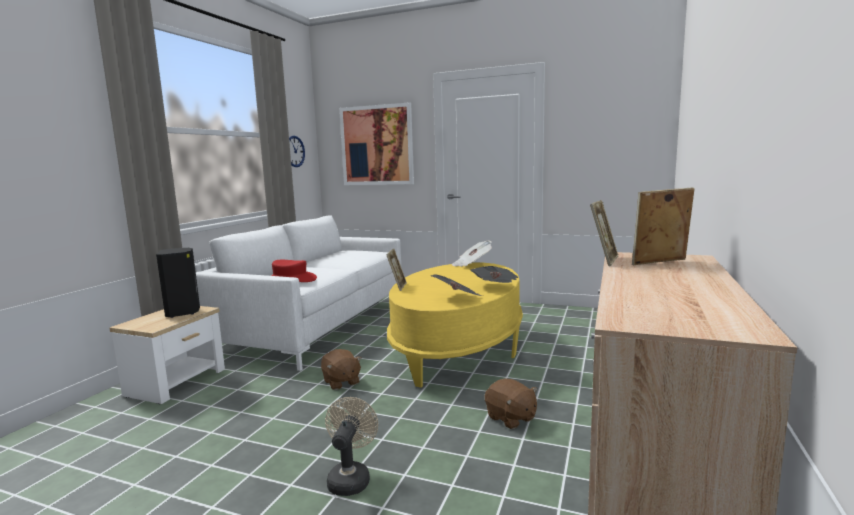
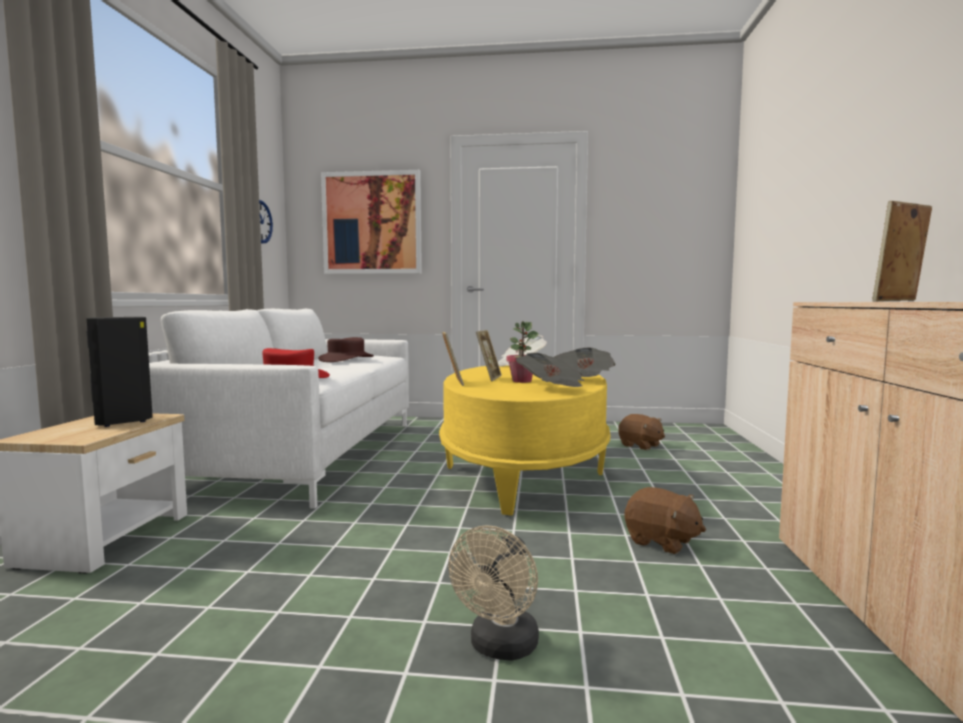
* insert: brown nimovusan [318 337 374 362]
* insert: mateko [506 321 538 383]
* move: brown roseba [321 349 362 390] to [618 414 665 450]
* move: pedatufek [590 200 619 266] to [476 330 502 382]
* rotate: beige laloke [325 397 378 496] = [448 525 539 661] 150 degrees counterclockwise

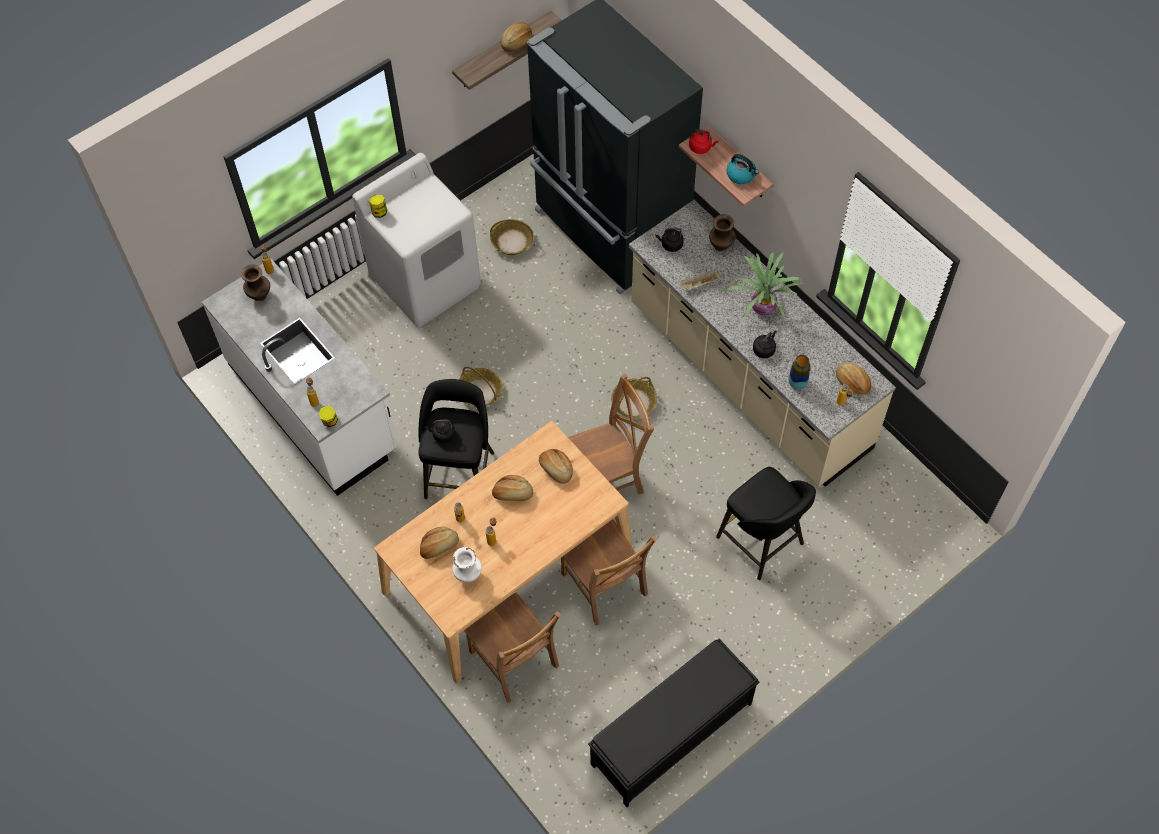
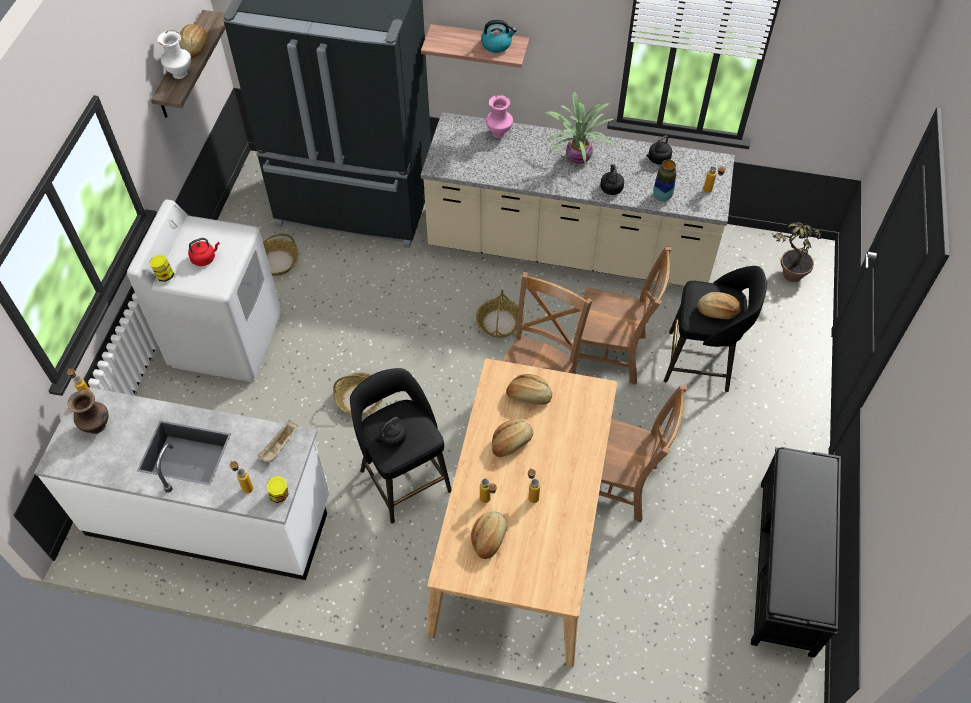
* insert: mateko [773 222 821 282]
* move: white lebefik [452 547 482 583] to [157 30 191 79]
* move: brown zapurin [464 593 562 703] to [574 247 672 385]
* move: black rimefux [656 228 684 252] to [646 135 672 165]
* move: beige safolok [681 271 721 290] to [257 420 298 463]
* move: red rimefux [689 129 718 154] to [188 238 220 266]
* move: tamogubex [836 362 871 394] to [697 292 741 319]
* recolor: brown lebefik [709 214 736 251] to pink lebefik [486 95 513 138]

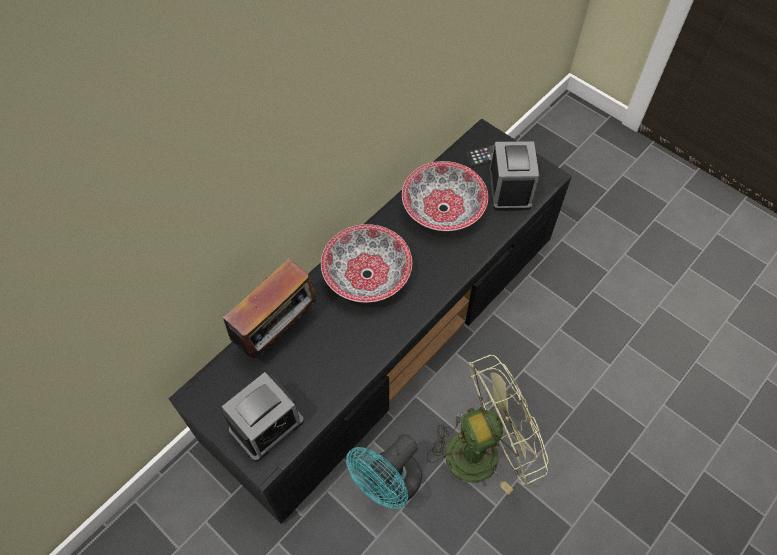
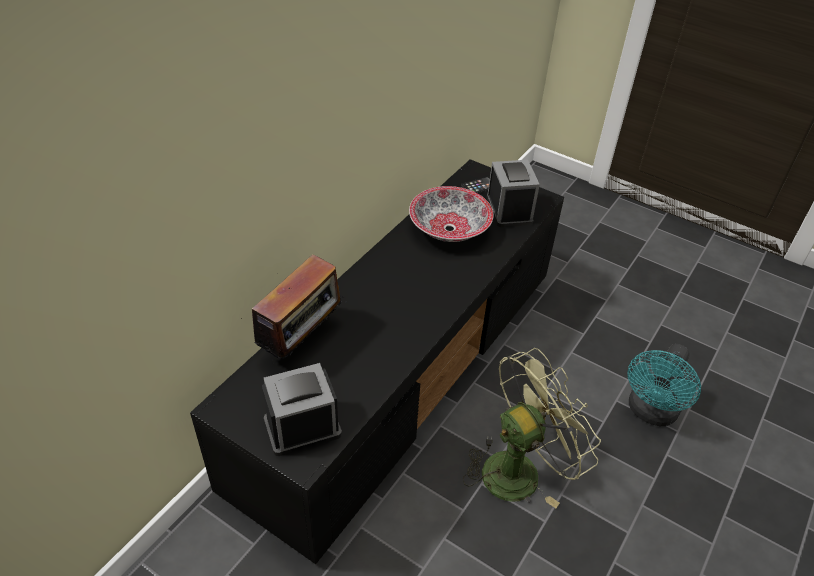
* delete: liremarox [321 224 412 303]
* move: turquoise laloke [346 434 422 509] to [627 344 701 426]
* rotate: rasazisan [222 372 304 462] = [262 363 342 456] 150 degrees counterclockwise

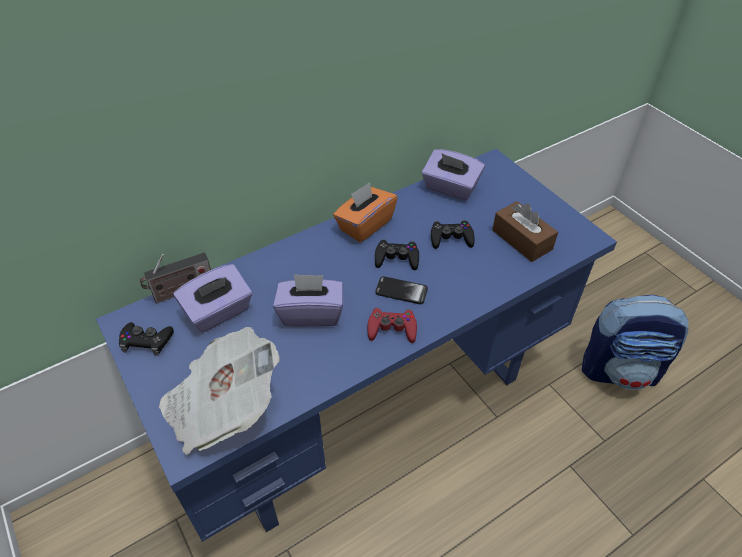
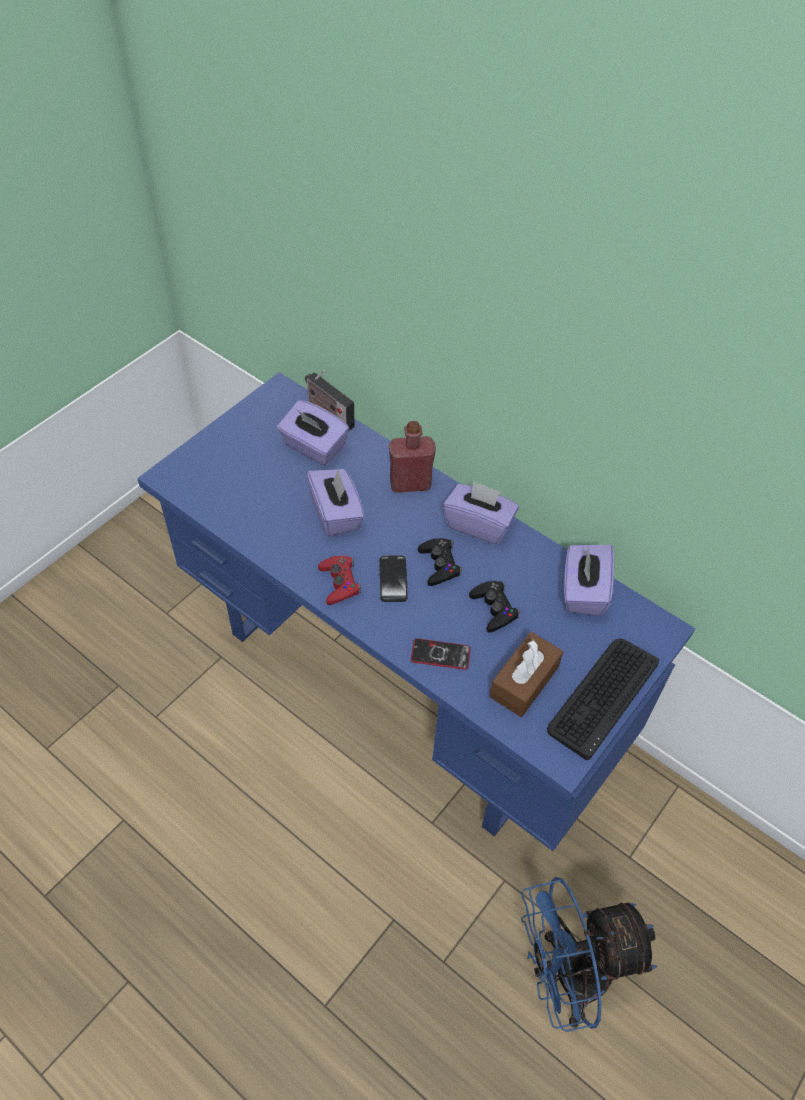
* delete: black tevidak [119 322 174 356]
* delete: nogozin [159 327 280 455]
* insert: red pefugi [389 421 436 493]
* insert: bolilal [411 638 471 670]
* insert: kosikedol [547 638 659 760]
* replace: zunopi [582 295 689 390] to blue laloke [521 877 657 1032]
* recolor: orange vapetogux [333 182 397 242] to purple vapetogux [443 481 519 545]

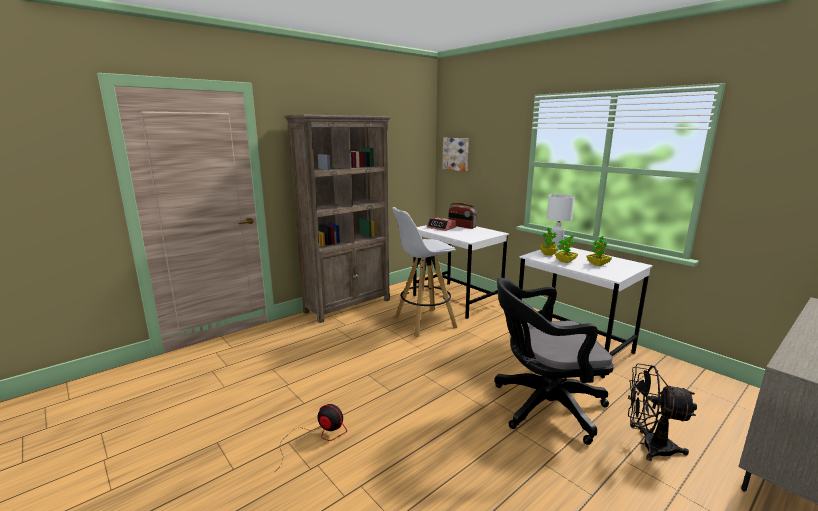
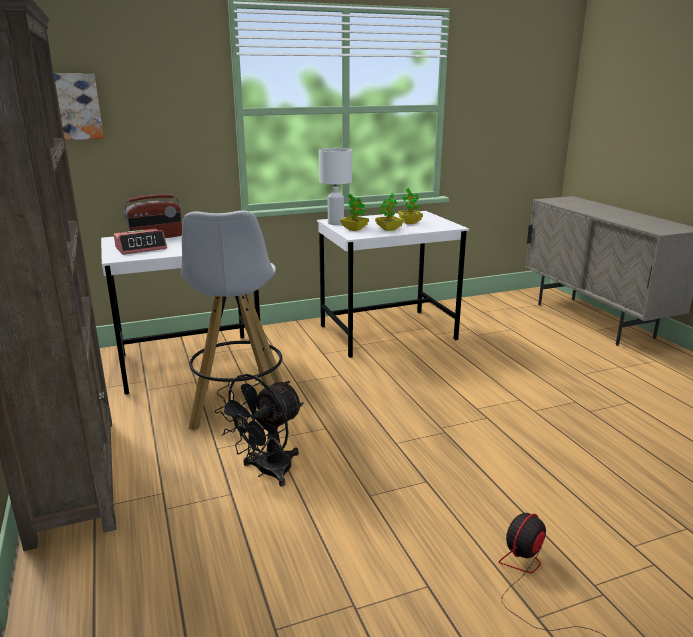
* delete: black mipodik [494 278 614 445]
* move: black laloke [628 364 697 461] to [215 374 304 487]

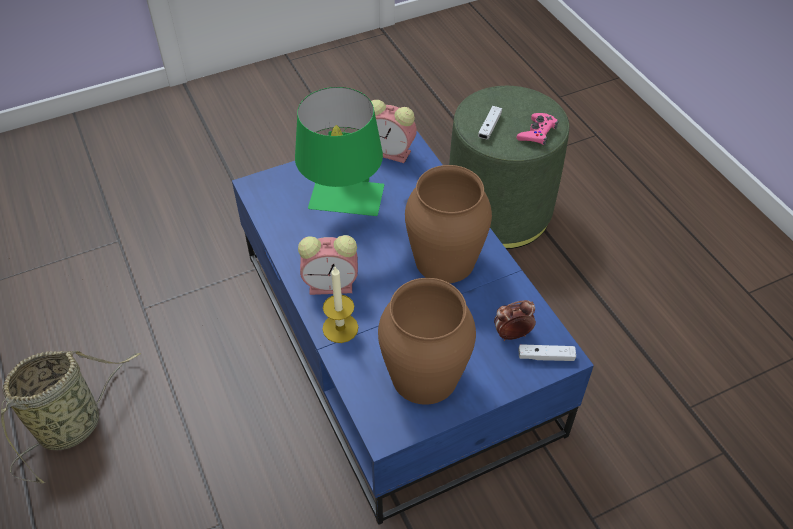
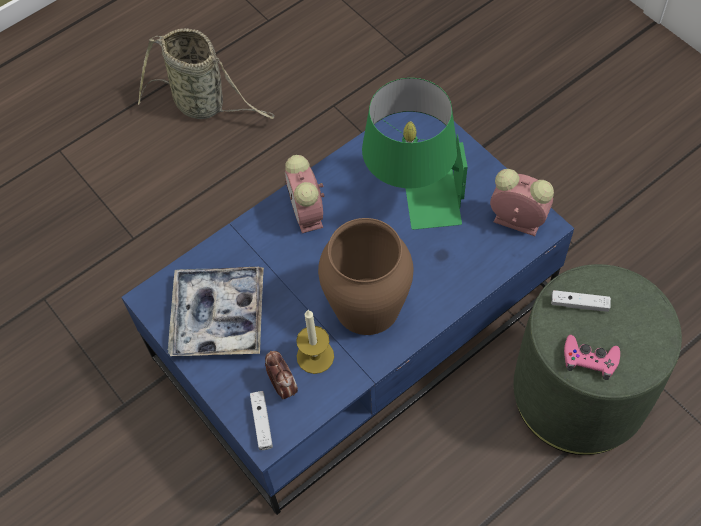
* move: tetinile [322 267 358 343] to [296 310 334 374]
* replace: brown lebefik [378 278 476 405] to safolok [168 267 264 356]
* rotate: rasazisan [371 100 417 163] = [490 169 554 236] 105 degrees clockwise

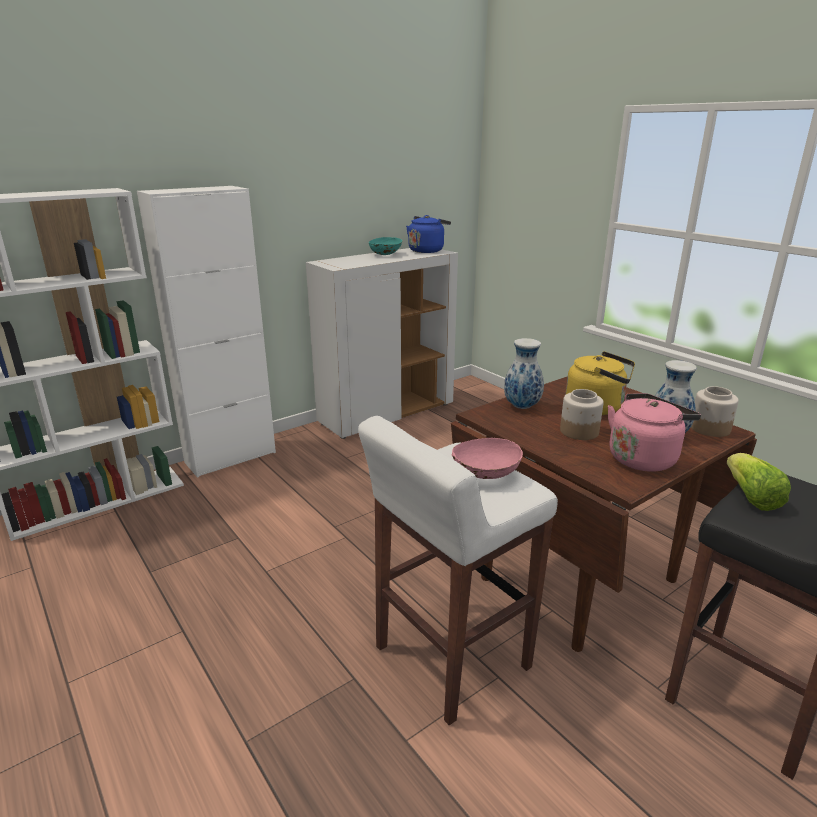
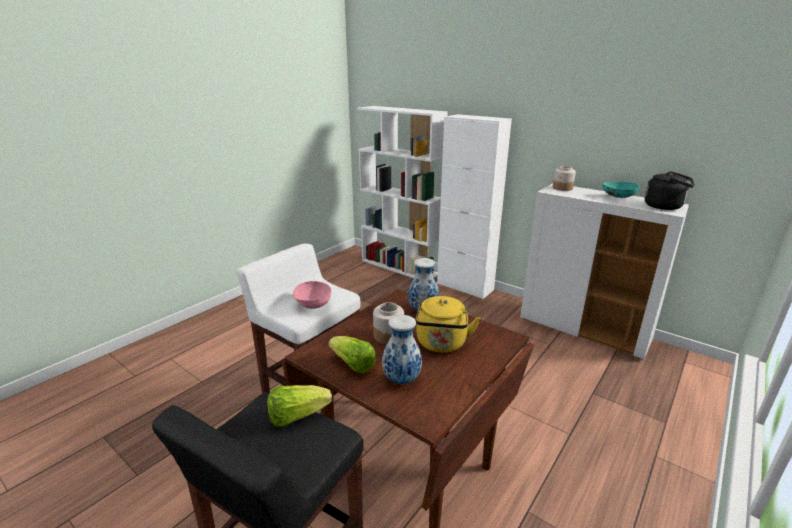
* move: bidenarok [691 386 739 437] to [553 166 576 191]
* replace: pink rimefux [608 393 701 472] to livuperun [328 336 376 374]
* recolor: blue rimefux [406 215 451 253] to black rimefux [644 171 695 210]

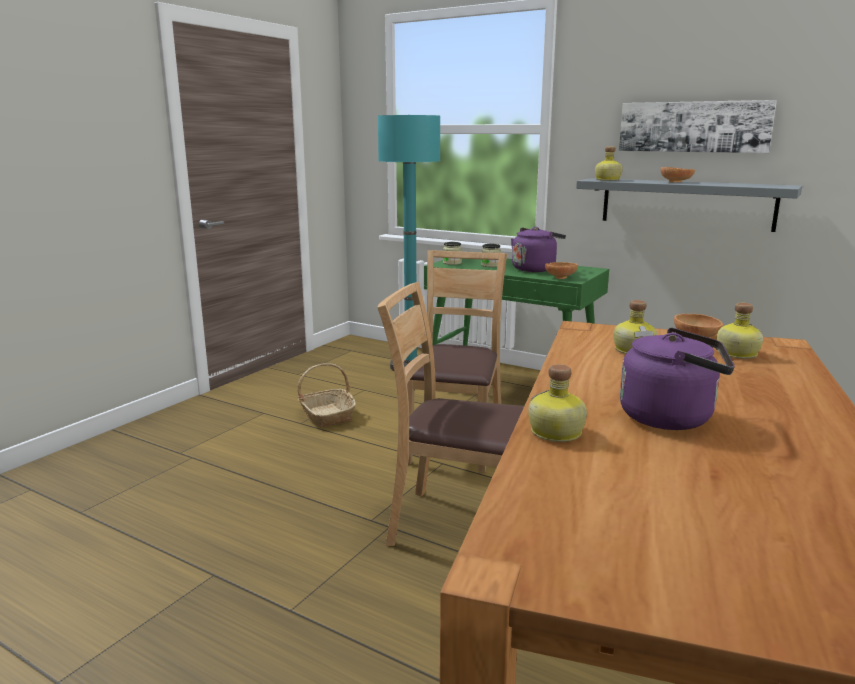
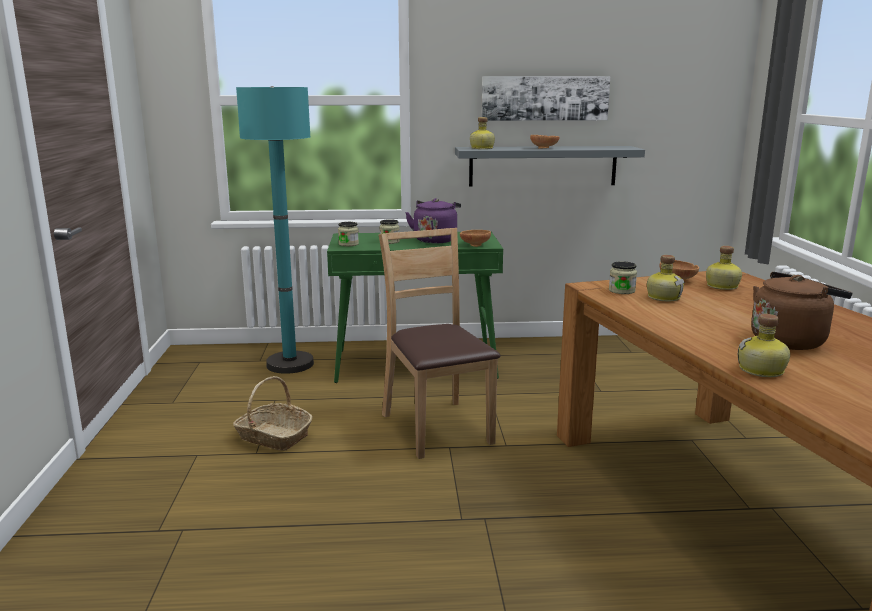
* delete: brown zapurin [377 282 524 546]
* insert: bidenarok [609 261 637 294]
* recolor: purple rimefux [620 328 735 430] to brown rimefux [751 272 852 350]

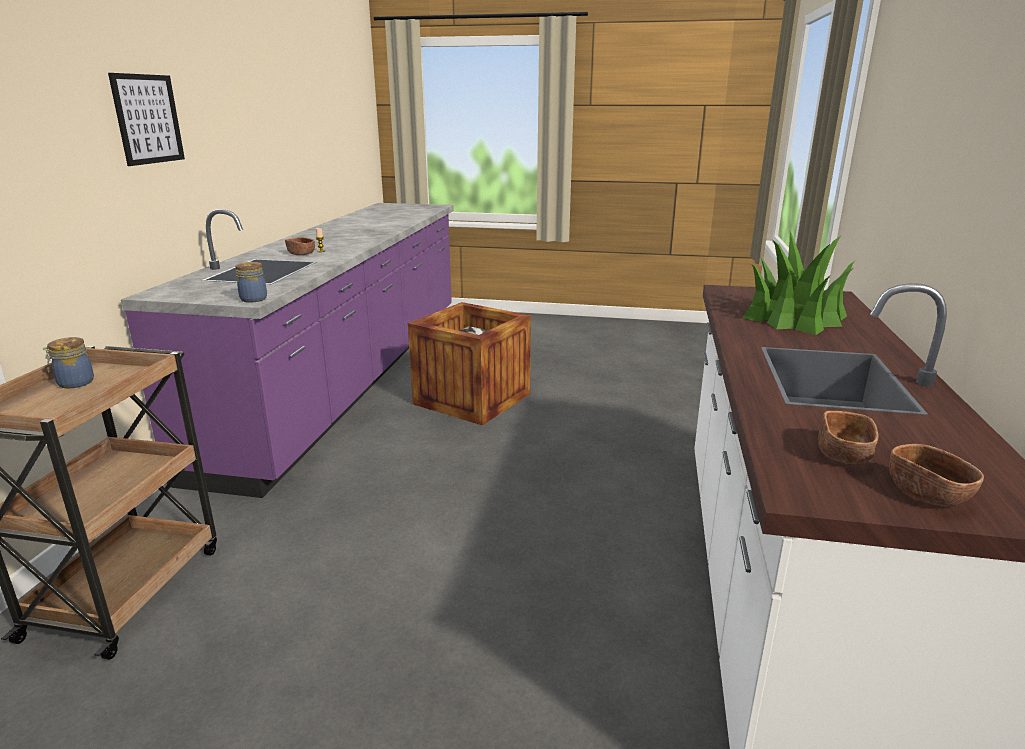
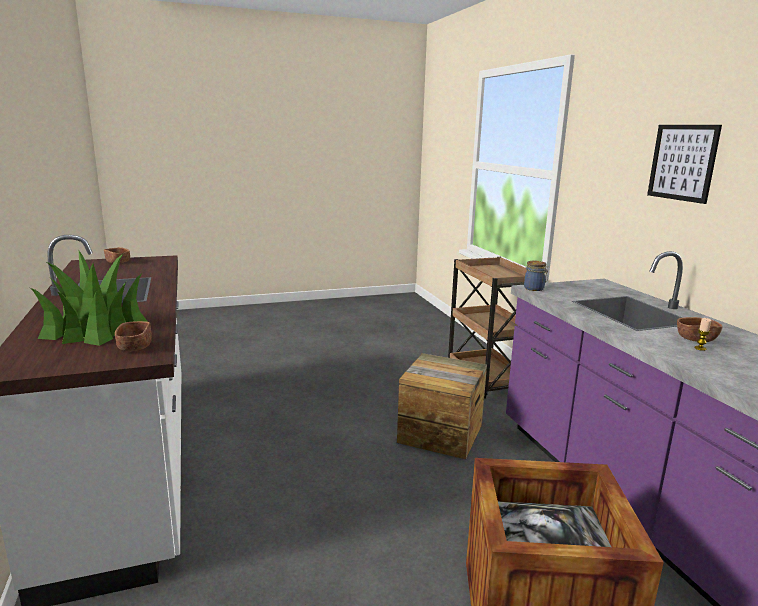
* delete: bidenarok [43 337 94 388]
* insert: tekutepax [397 353 487 459]
* move: brown liremarox [818 411 878 464] to [115 321 152 351]

